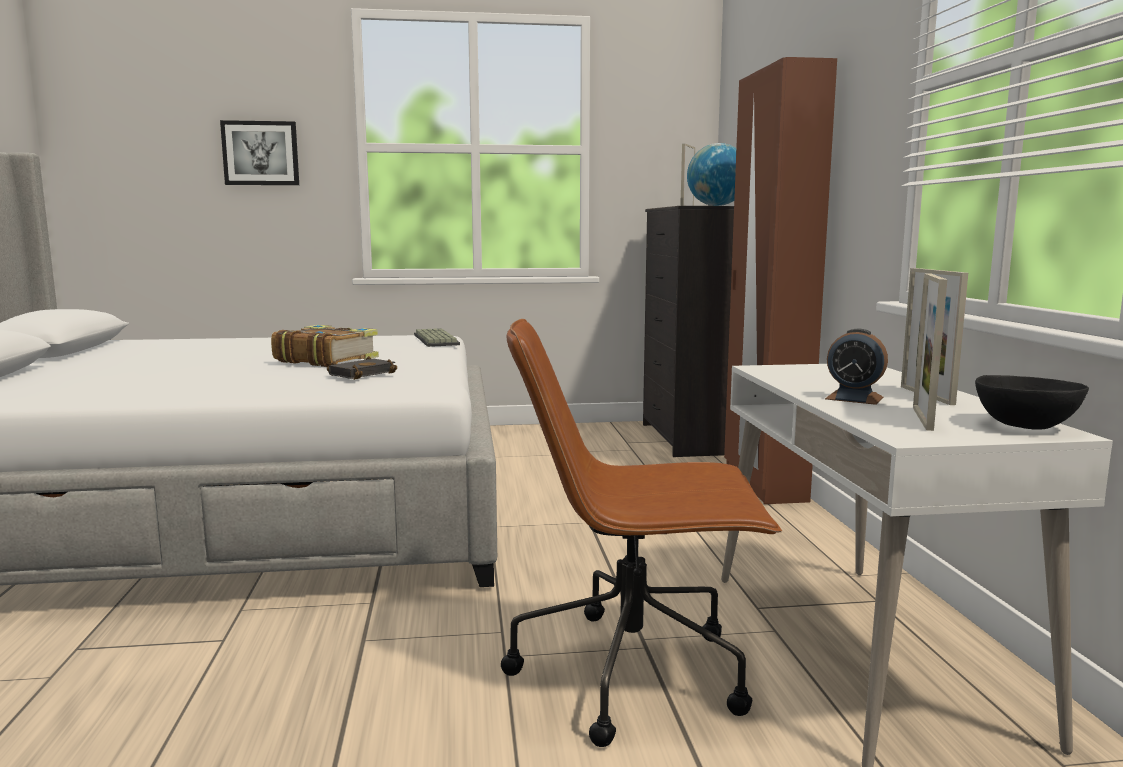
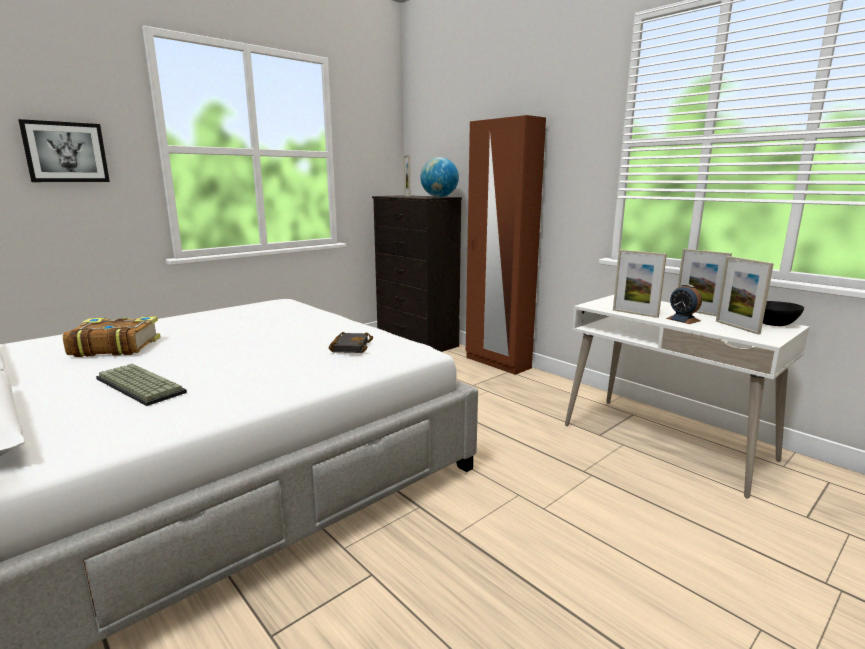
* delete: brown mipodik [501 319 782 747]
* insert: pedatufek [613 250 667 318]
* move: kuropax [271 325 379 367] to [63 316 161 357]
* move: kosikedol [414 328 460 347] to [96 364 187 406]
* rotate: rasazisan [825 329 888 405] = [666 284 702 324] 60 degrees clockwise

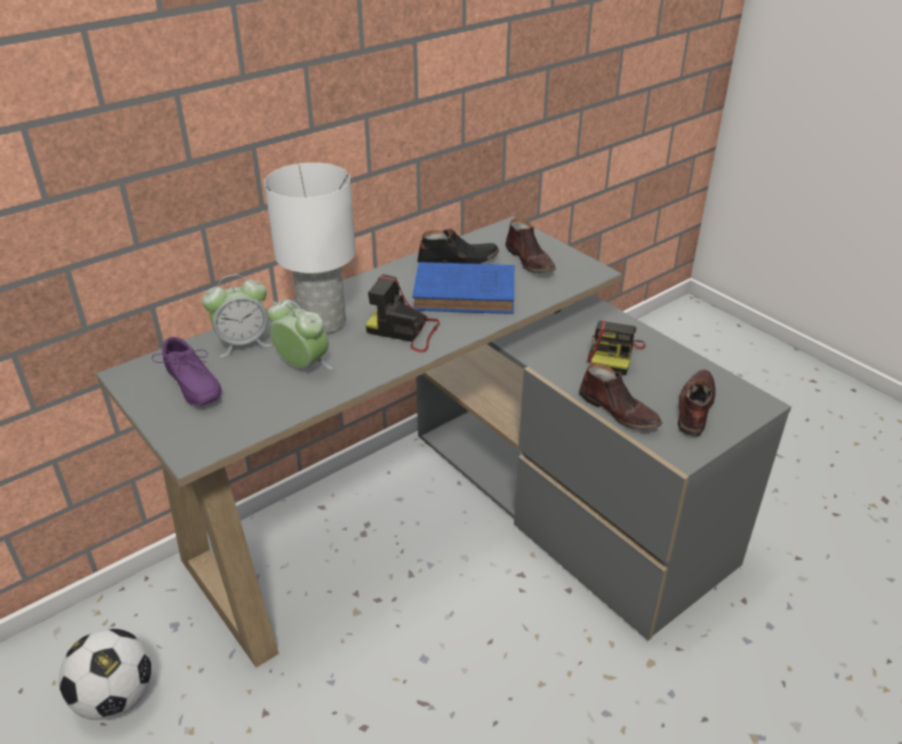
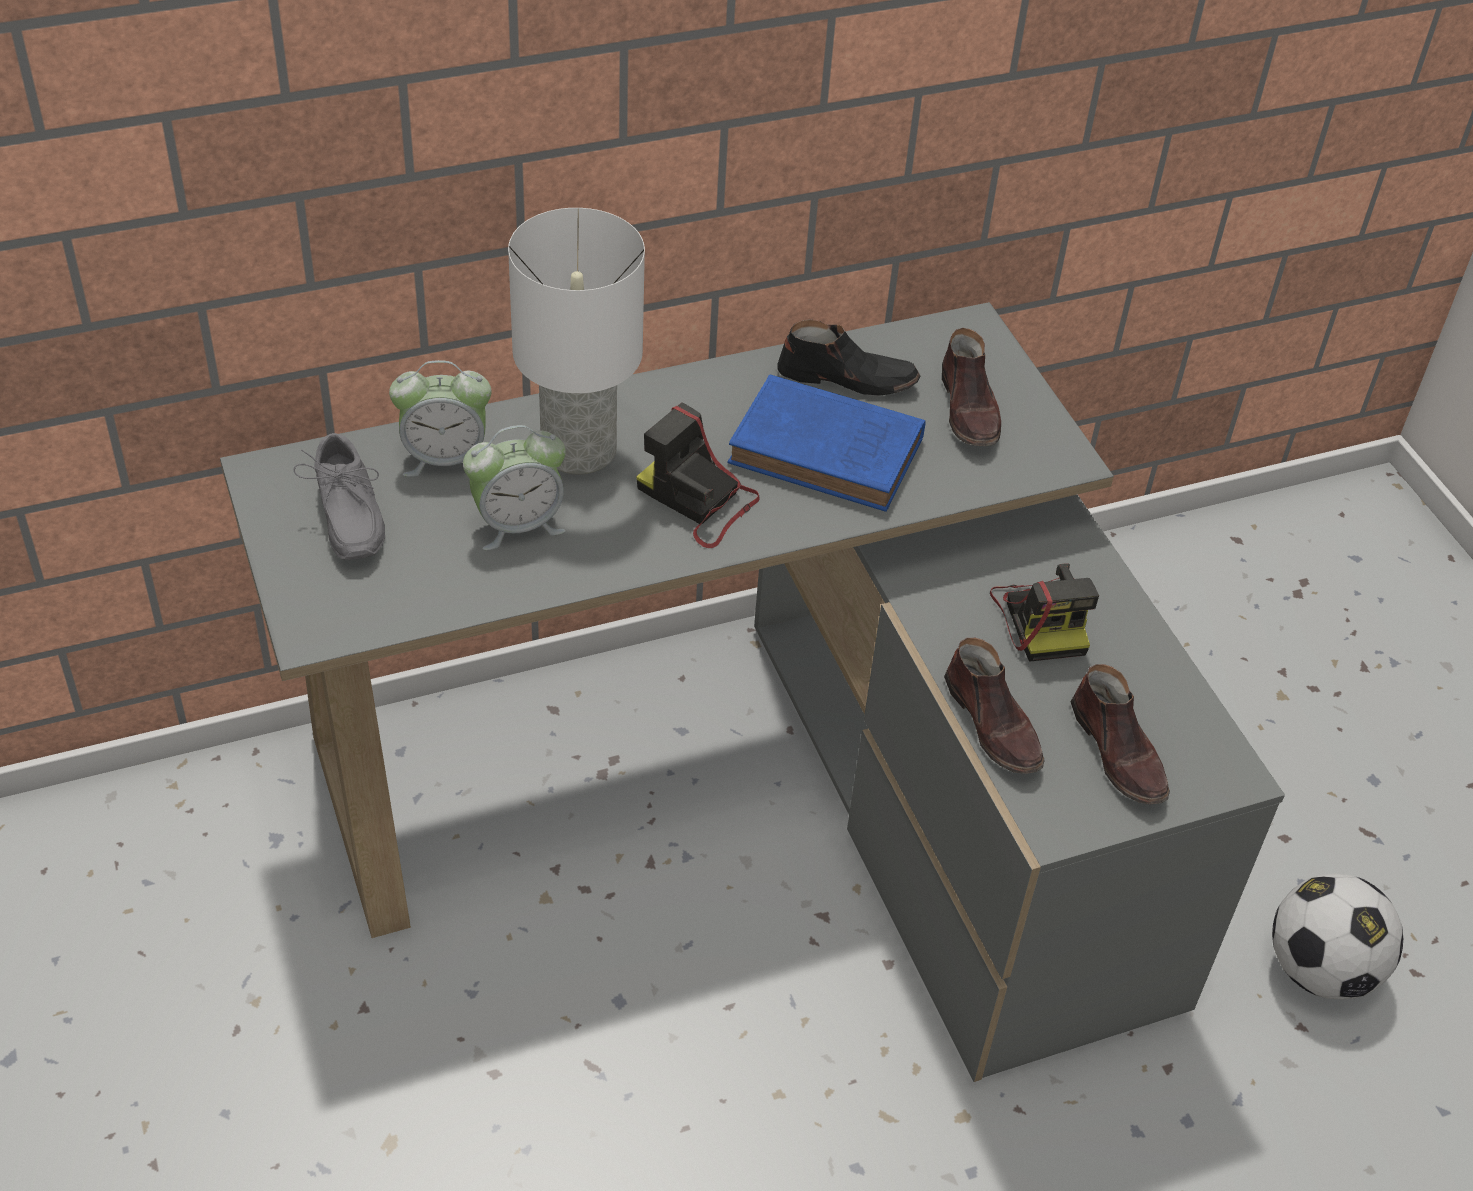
* move: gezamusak [59 629 151 720] to [1272 873 1403 1000]
* recolor: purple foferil [152 337 222 406] to grey foferil [294 433 385 560]
* rotate: rasazisan [267 299 333 370] = [463 425 566 550] 105 degrees clockwise
* rotate: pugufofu [587 321 646 375] = [990 563 1099 662] 45 degrees counterclockwise
* rotate: brown foferil [678 370 715 437] = [1071 664 1170 804] 120 degrees clockwise

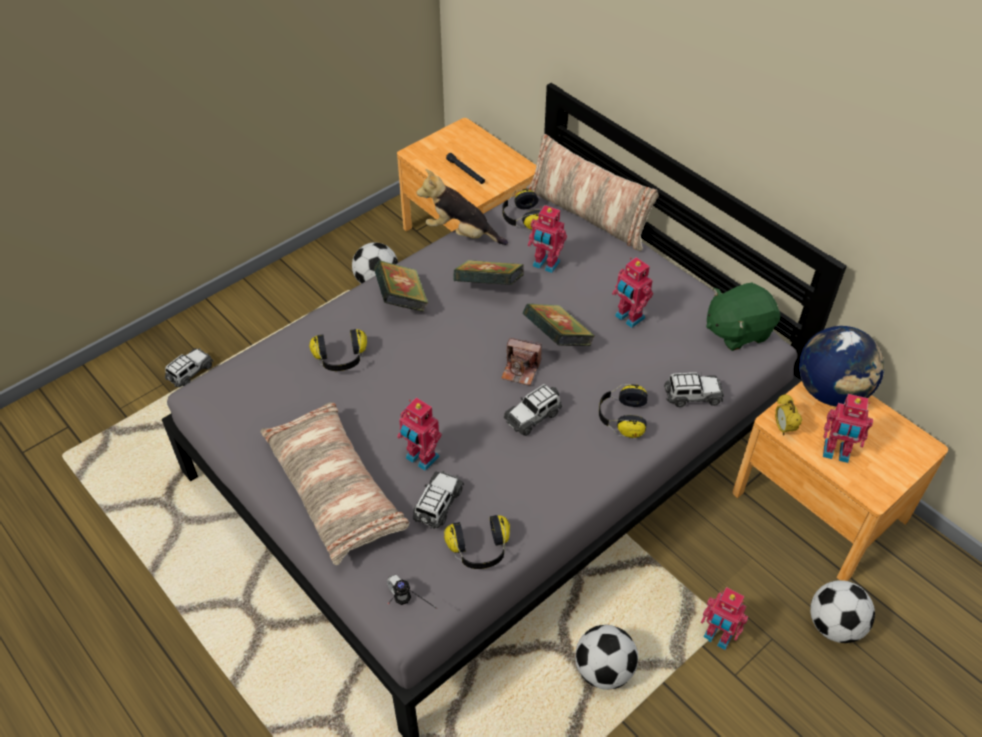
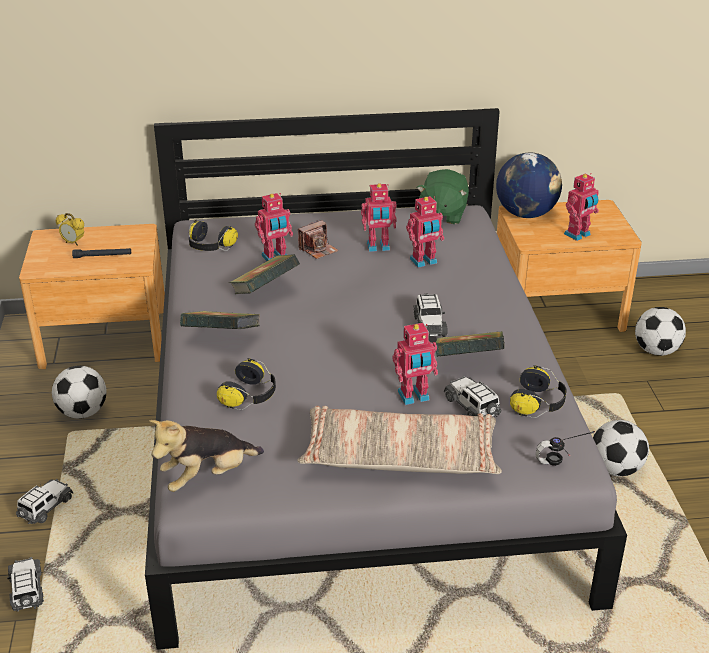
* delete: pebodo [526 134 659 251]
* delete: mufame [599 384 648 438]
* move: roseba [417 169 508 245] to [149 420 264 492]
* move: pugufofu [501 338 542 386] to [298 220 338 259]
* move: kuropax [522 304 595 346] to [435 331 504 357]
* move: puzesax [664 372 724 407] to [16 479 73 524]
* move: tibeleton [701 587 748 650] to [406 196 444 268]
* move: rasazisan [775 394 802 436] to [56 213 84 246]

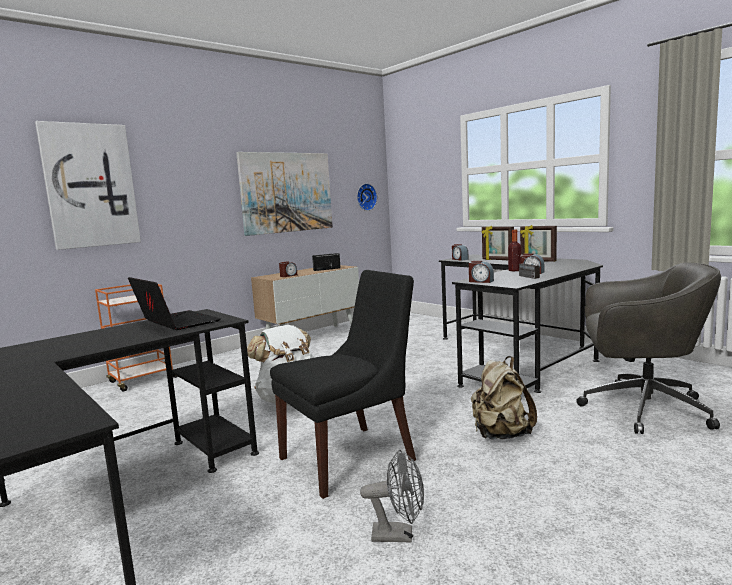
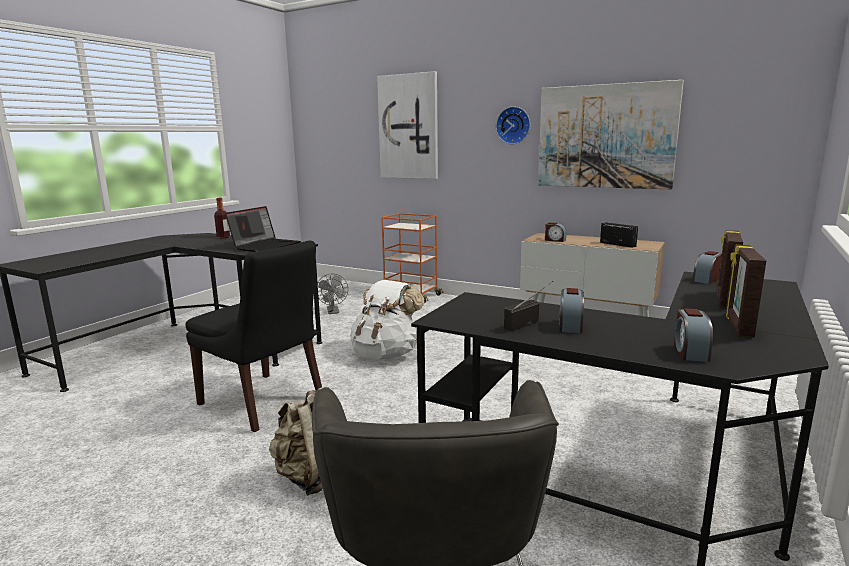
* move: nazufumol [357 184 377 211] to [496 107 530 144]
* move: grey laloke [360 450 424 543] to [318 274 348 314]
* move: rasazisan [469 261 494 283] to [674 308 713 362]
* move: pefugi [508 230 521 271] to [214 198 230 238]

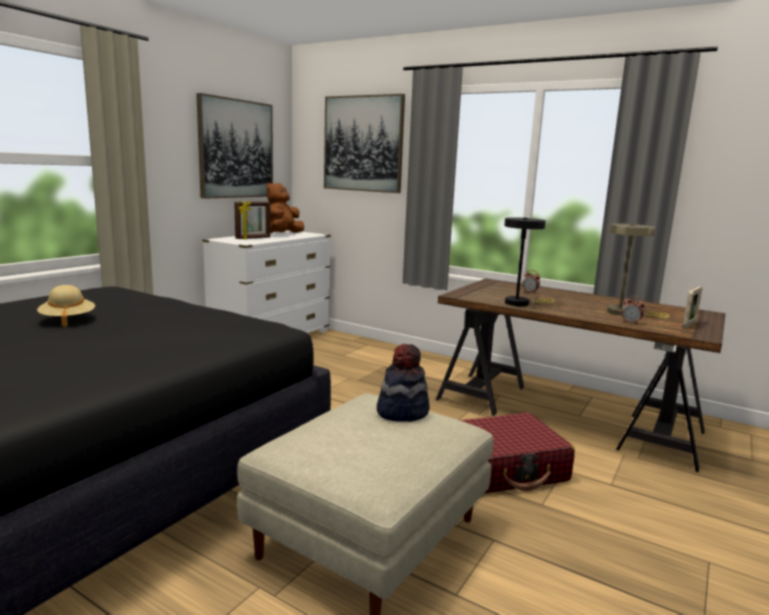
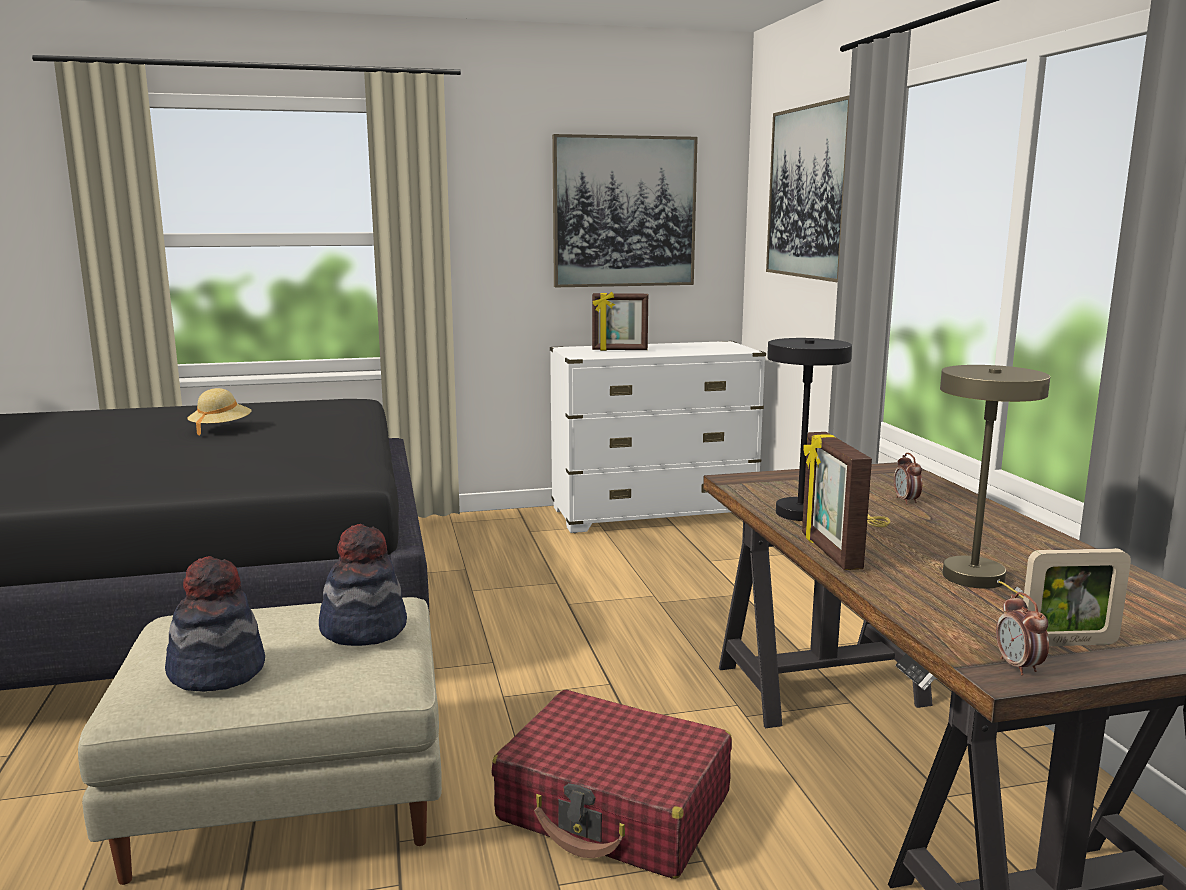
* delete: brown roseba [266 182 304 233]
* insert: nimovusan [165 556 265 691]
* insert: pedatufek [802 432 872 570]
* move: rasazisan [621 296 645 325] to [996 592 1049 676]

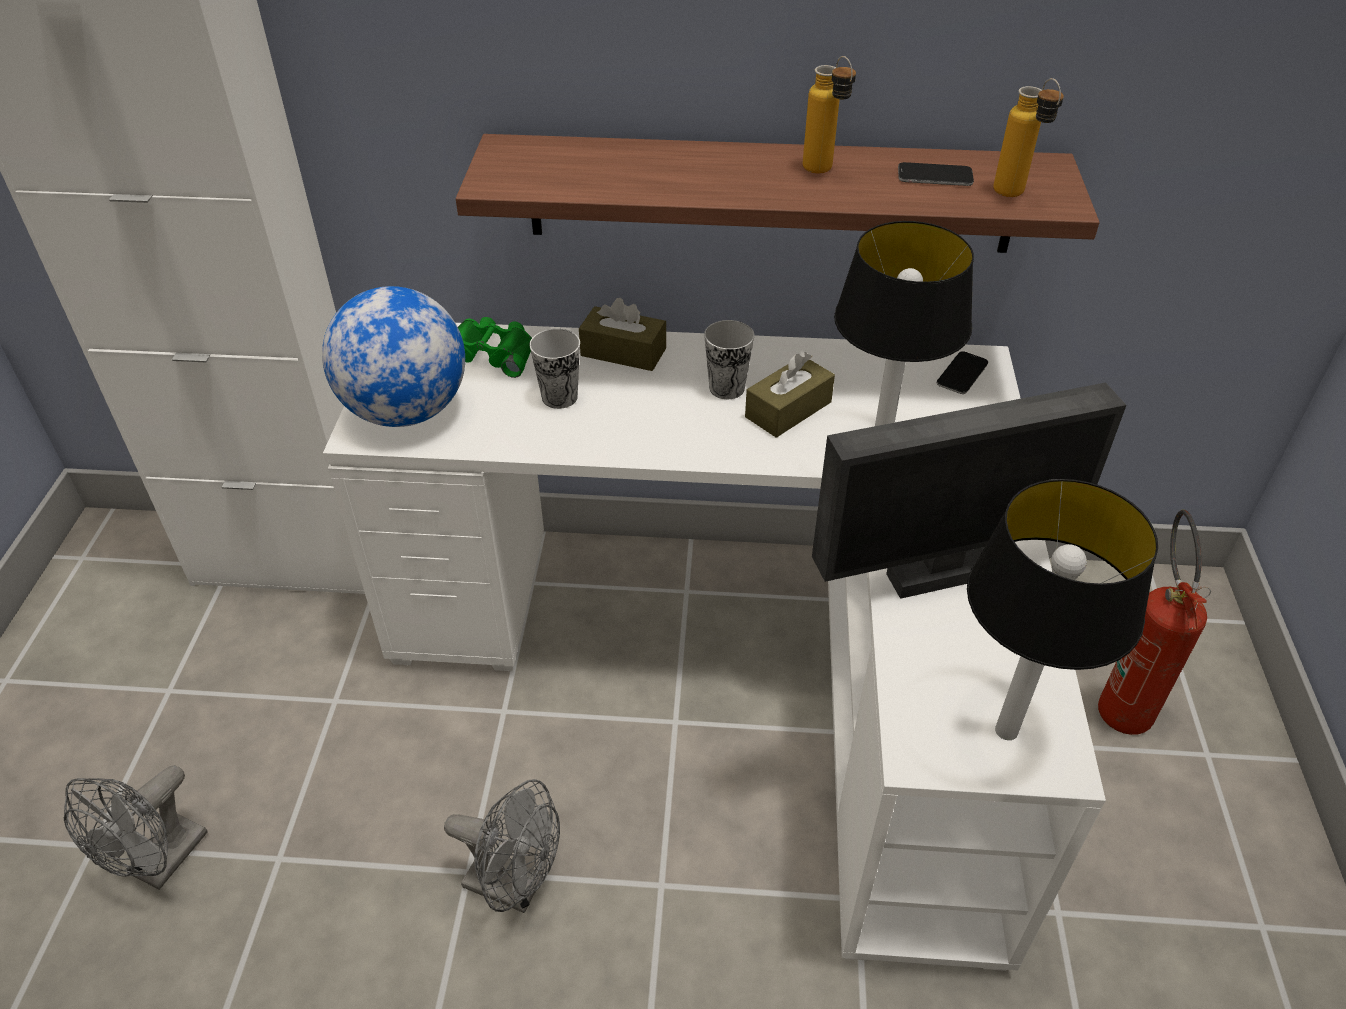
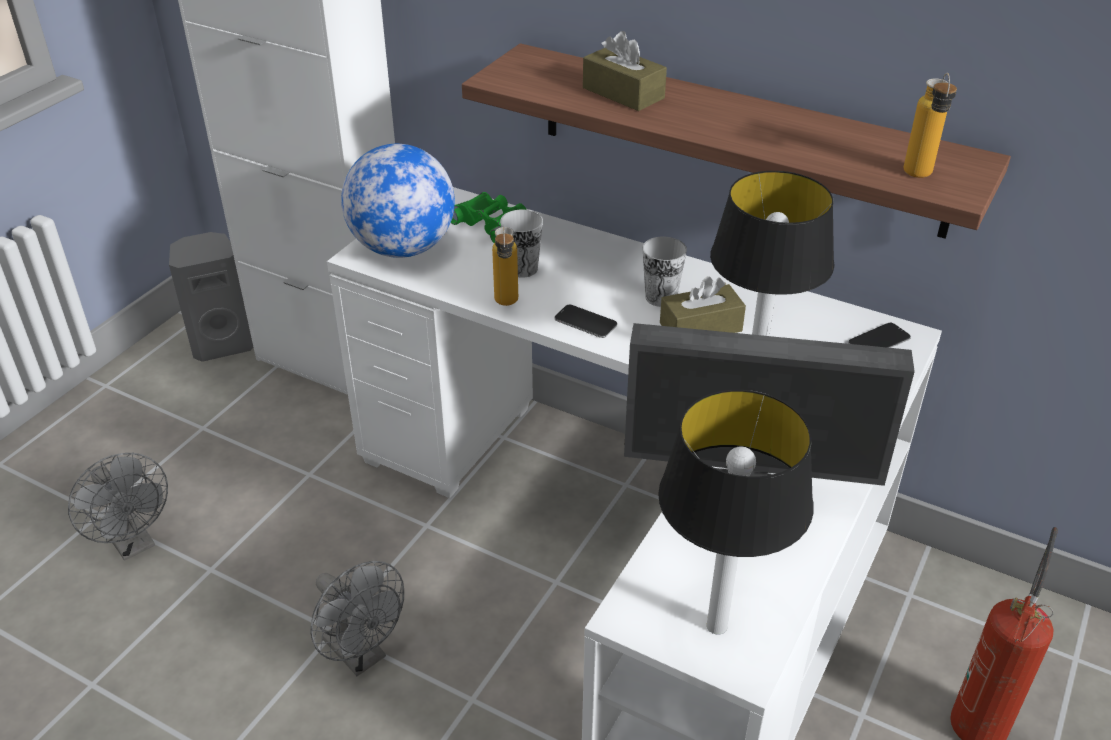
* insert: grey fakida [169 232 254 362]
* move: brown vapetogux [579 298 666 371] to [583 31 667 111]
* move: pefugi [803 56 856 174] to [492 227 518 306]
* move: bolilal [898 162 974 186] to [554 305 617 338]
* rotate: grey laloke [64 765 208 890] = [68 453 168 561] 90 degrees counterclockwise

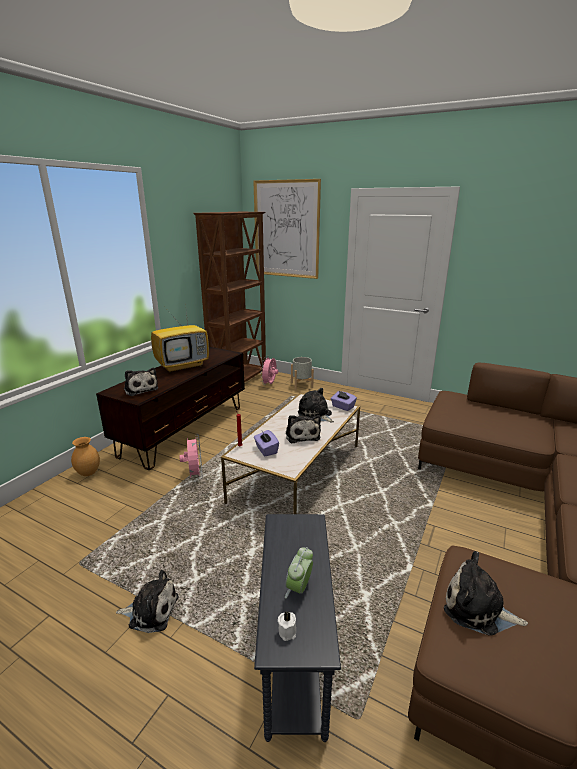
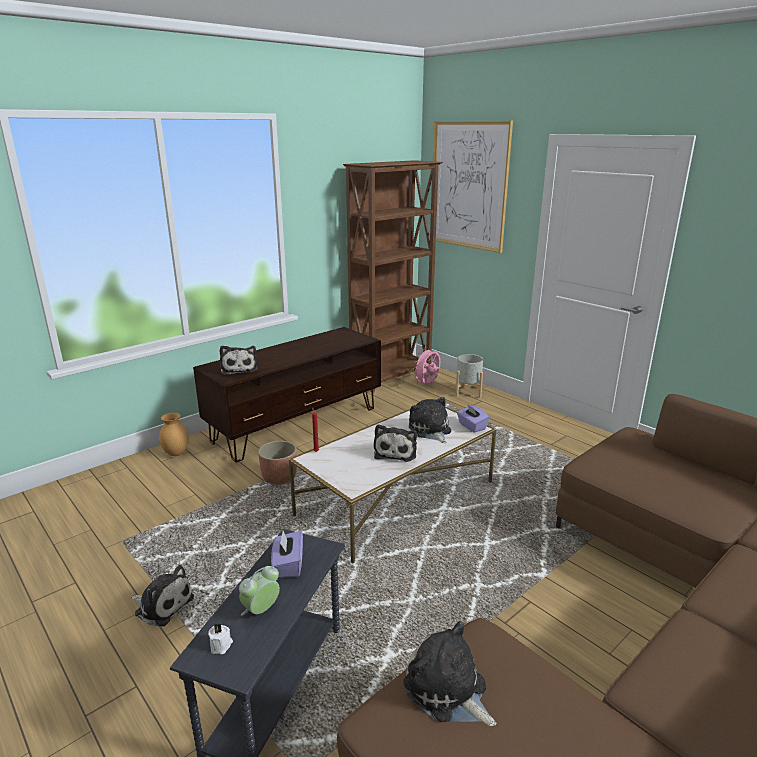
* delete: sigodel [151 302 209 373]
* move: purple vapetogux [254 429 279 456] to [271 531 303 578]
* replace: pink laloke [179 434 203 479] to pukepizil [258 441 297 485]

